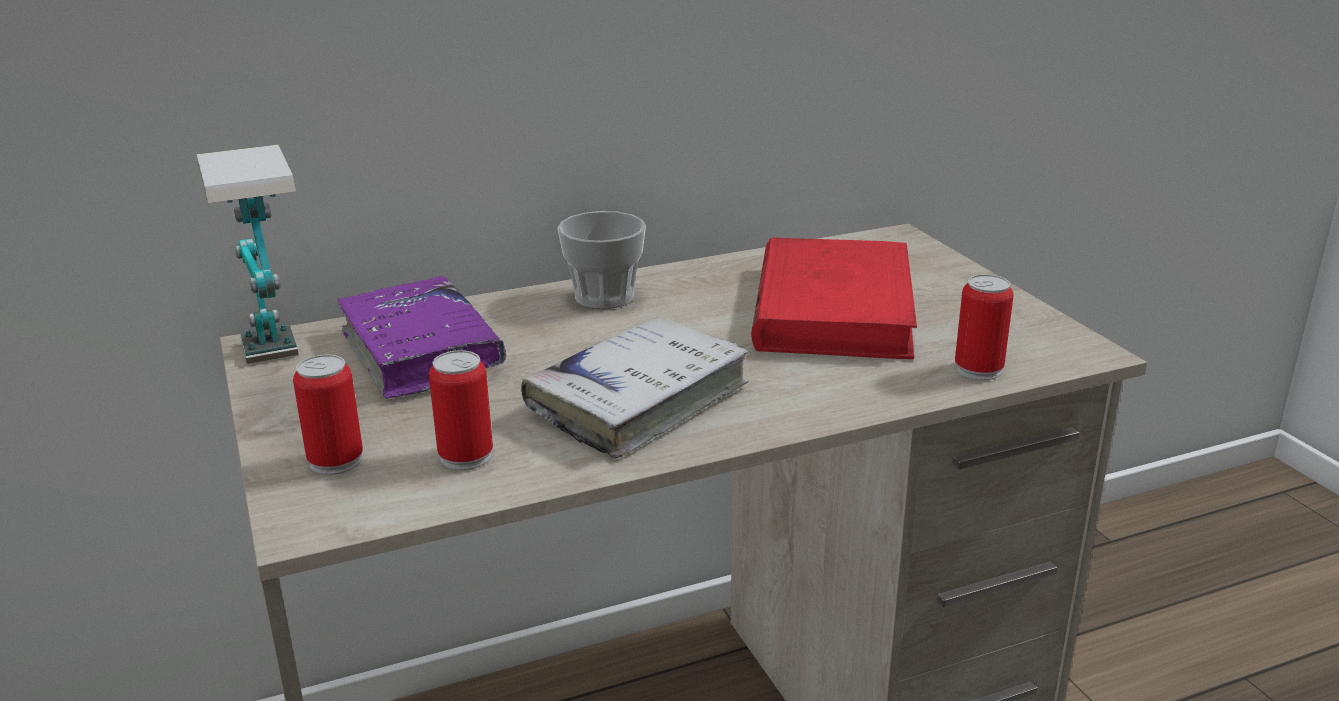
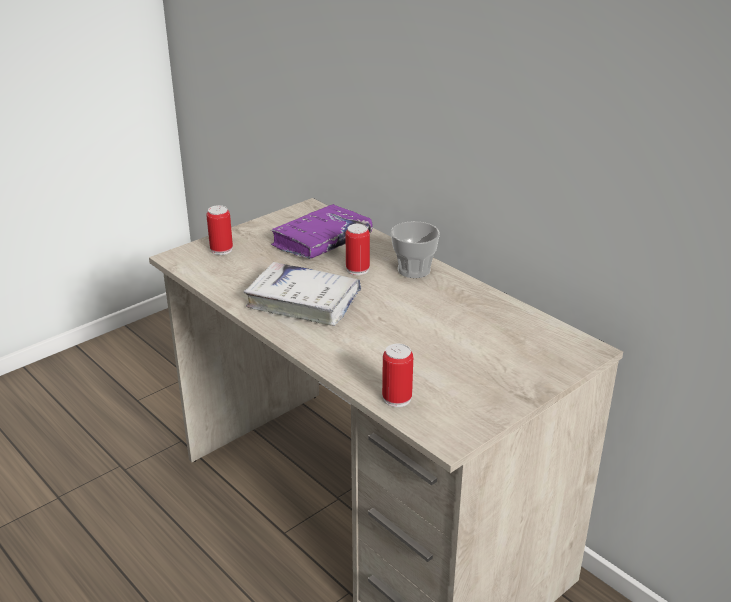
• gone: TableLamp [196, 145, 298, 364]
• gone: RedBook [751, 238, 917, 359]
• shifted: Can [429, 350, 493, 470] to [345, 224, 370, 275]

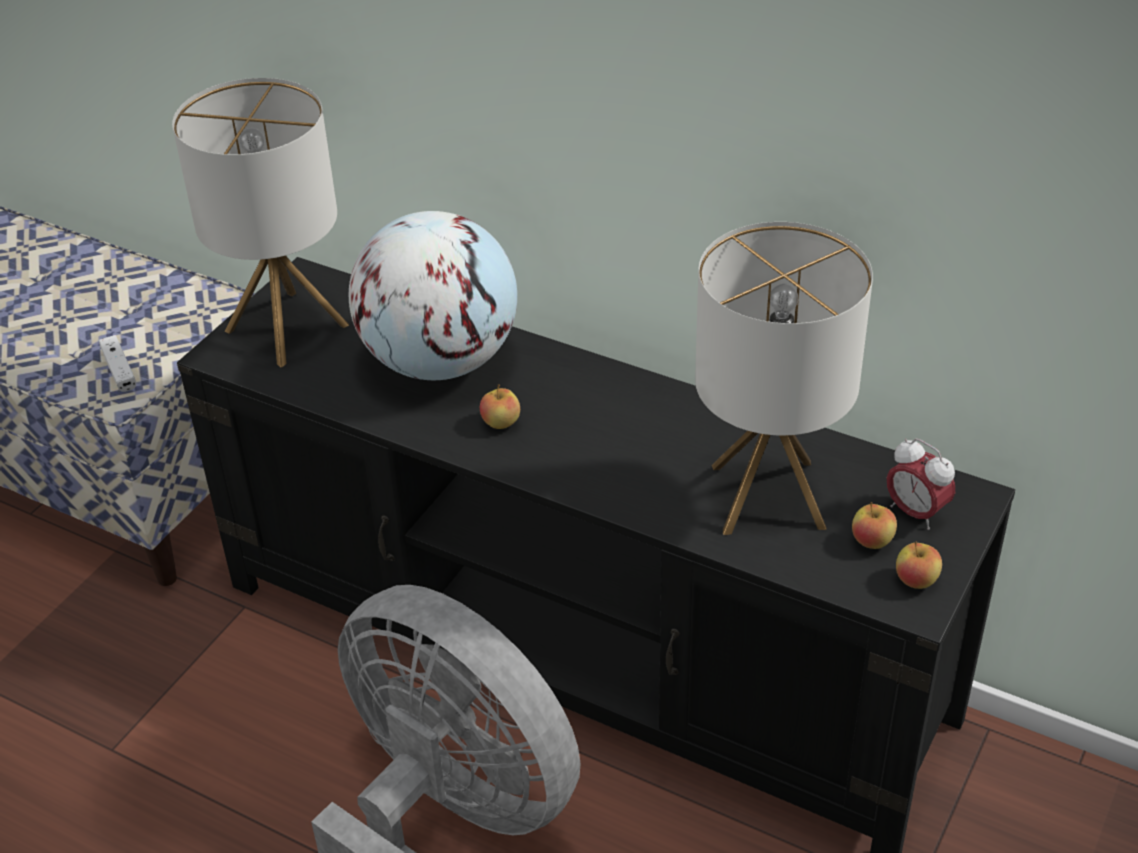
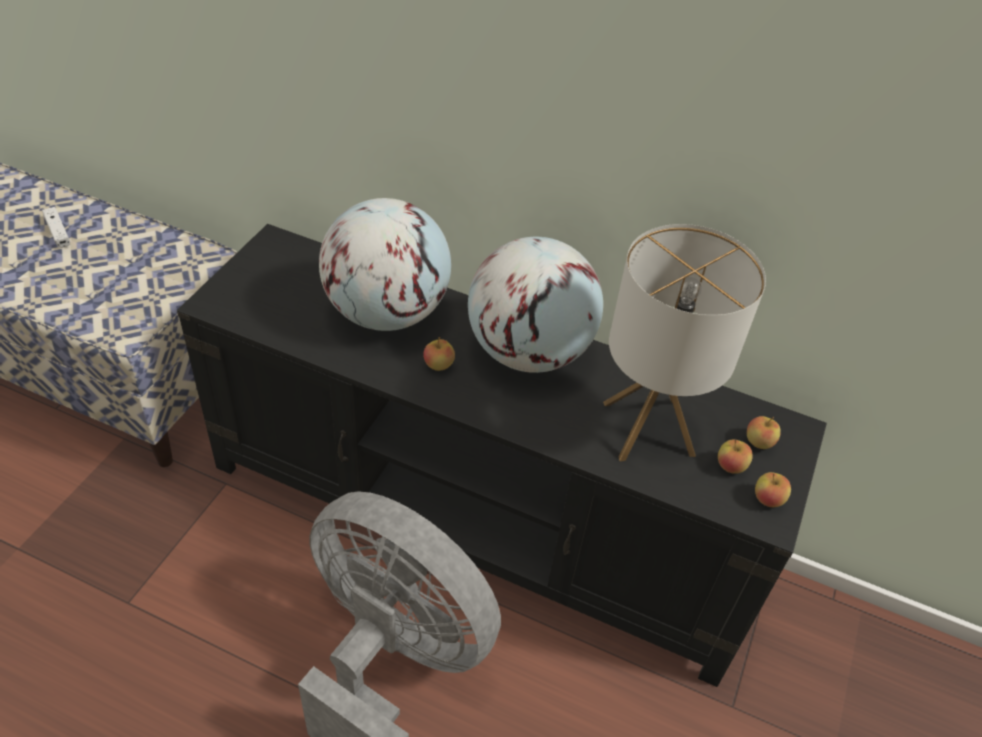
• gone: TableLamp [172, 78, 349, 367]
• new: Globe [468, 237, 603, 373]
• shifted: WhiteGameController [99, 335, 136, 392] to [42, 207, 70, 248]
• swapped: AlarmClock [887, 438, 955, 530] to Apple [747, 416, 781, 449]

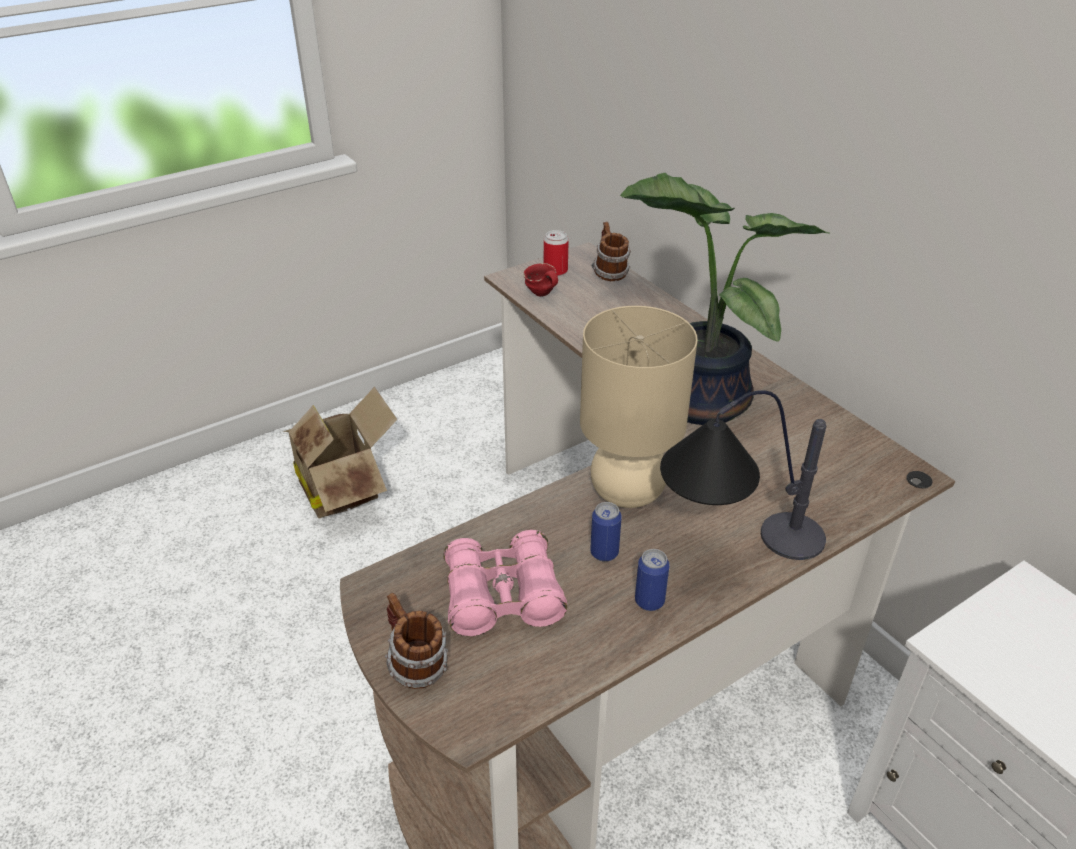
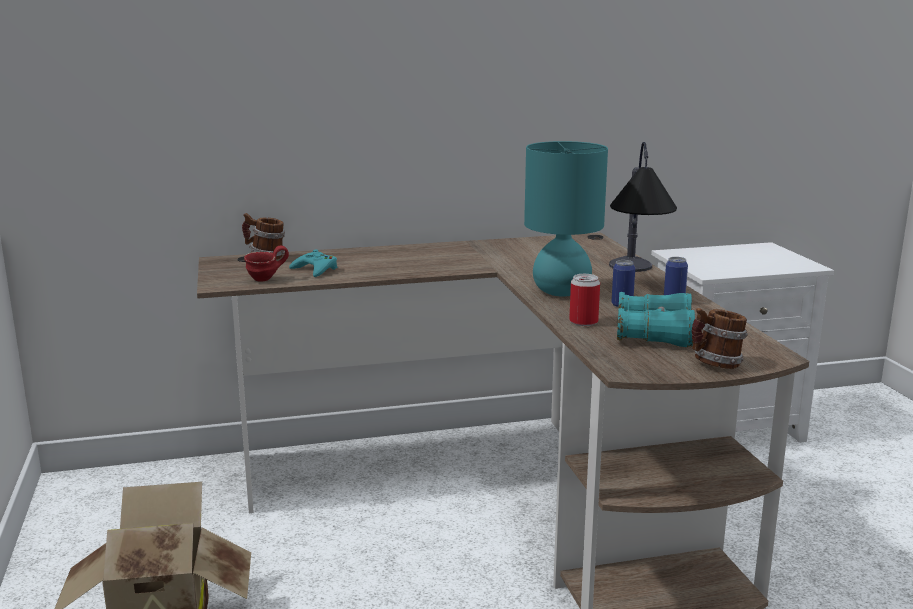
• gone: PottedPlant [620, 173, 829, 425]
• new: TurquoiseGameController [289, 250, 337, 277]
• shifted: Can [544, 230, 569, 276] to [569, 274, 600, 326]
• repainted: PinkBinoculars [443, 530, 567, 636] to TurquoiseBinoculars [617, 292, 695, 347]
• repainted: BeigeTableLamp [580, 306, 698, 508] to TurquoiseTableLamp [524, 141, 608, 297]

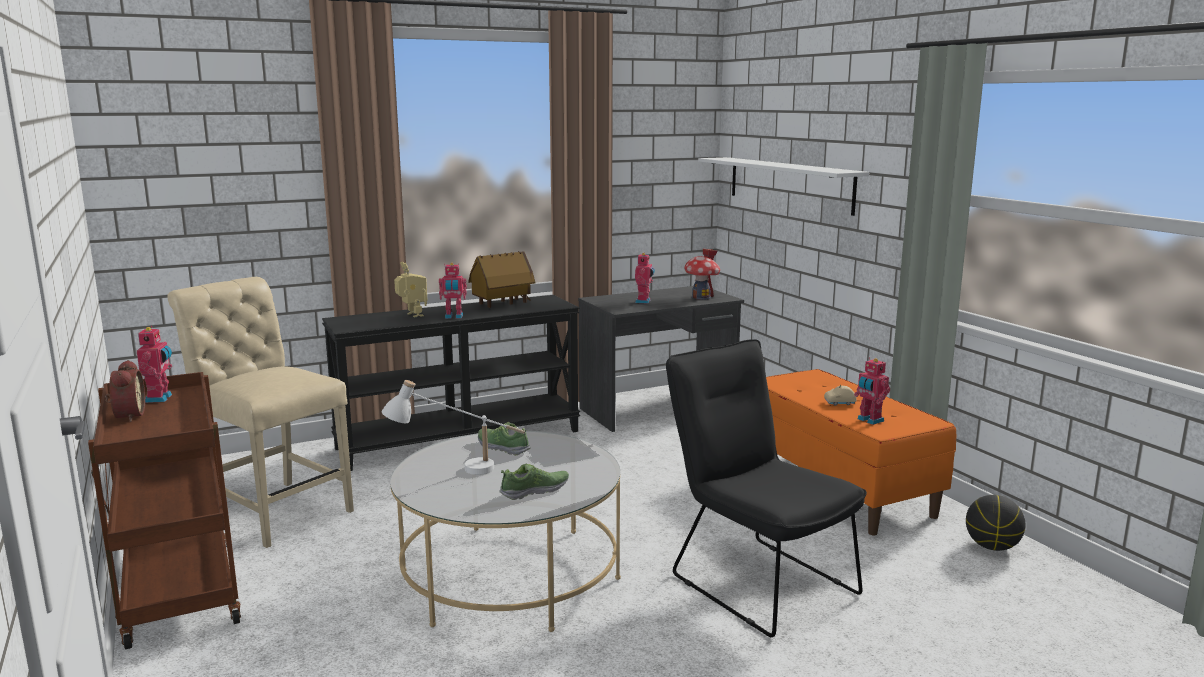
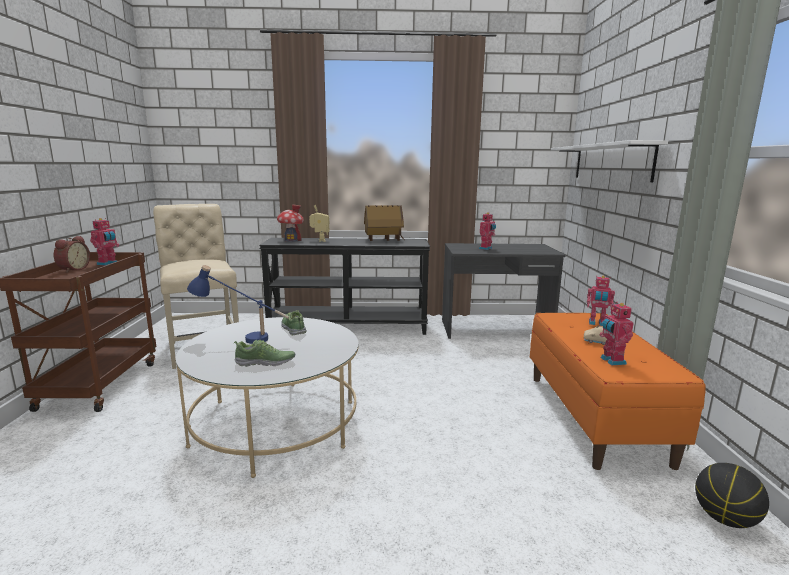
• gone: BlackChair [666, 339, 867, 637]
• shifted: ToyRobot [439, 263, 467, 319] to [587, 276, 615, 326]
• shifted: ToyHouse [684, 249, 720, 300] to [277, 204, 304, 242]
• repainted: WhiteTableLamp [381, 380, 525, 475] to BlueTableLamp [187, 265, 289, 344]

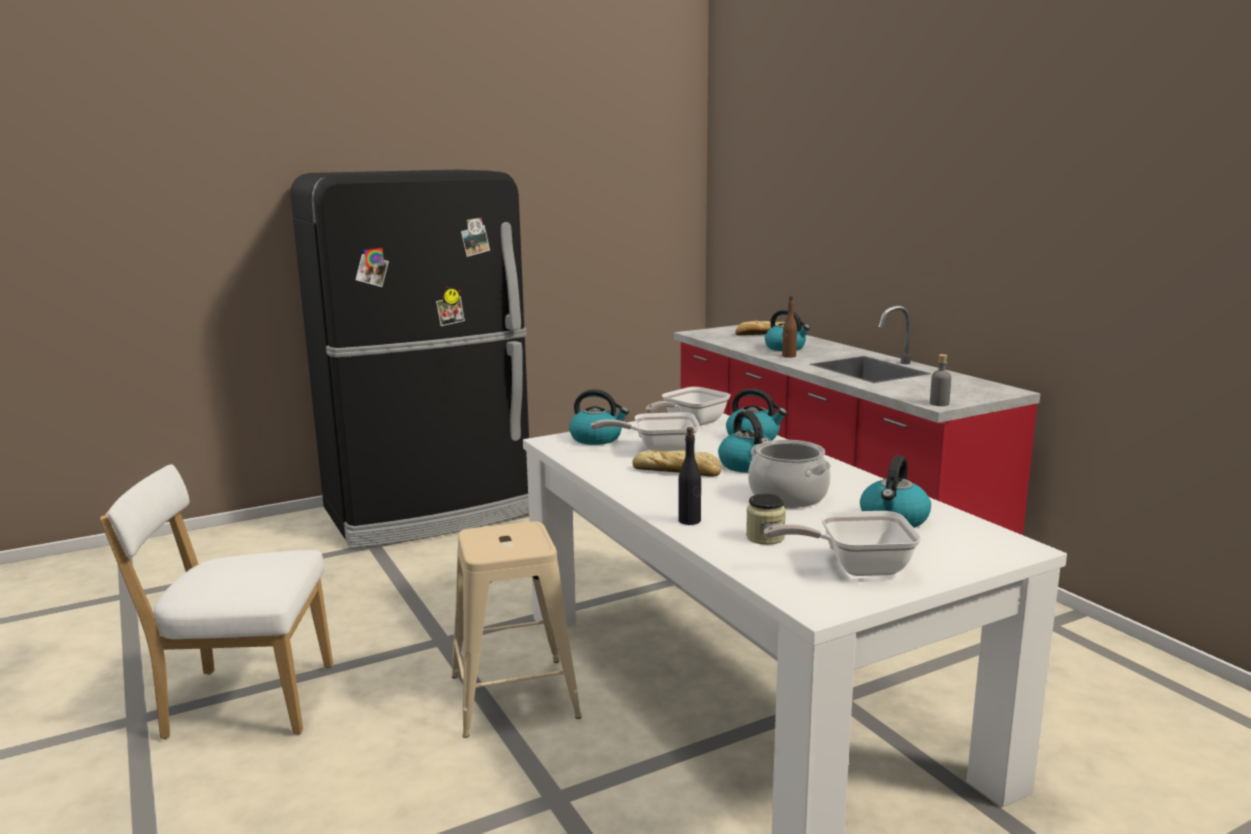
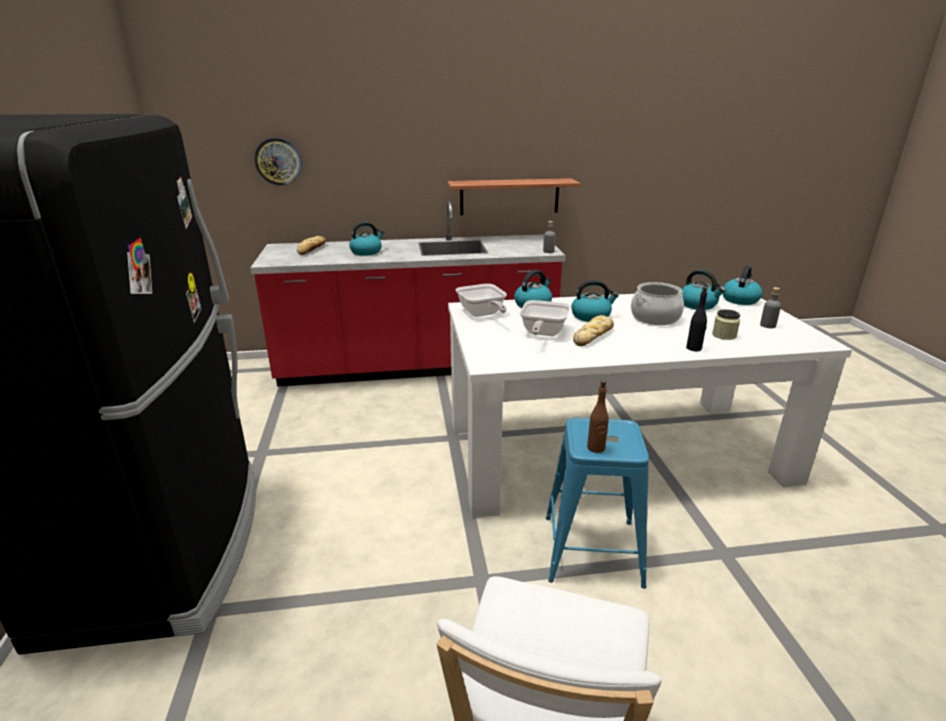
• new: WallClock [254, 138, 302, 186]
• new: Shelf [447, 178, 581, 215]
• shifted: Kettle [569, 389, 629, 445] to [722, 265, 763, 305]
• shifted: BrownBottle [782, 296, 797, 358] to [587, 380, 609, 453]
• swapped: FryingPan [764, 511, 922, 576] to GreyBottle [760, 287, 781, 328]
• repainted: BeigeStool [452, 521, 582, 738] to BlueStool [546, 418, 649, 589]

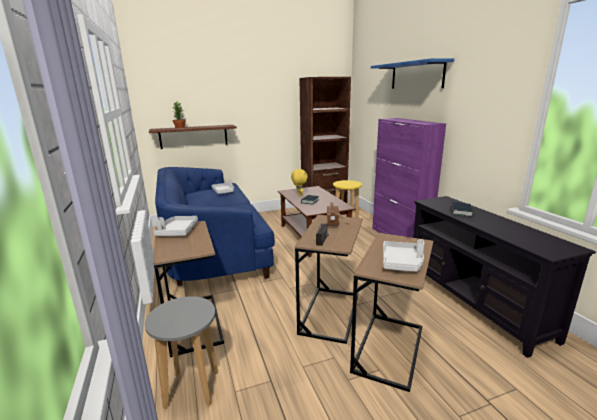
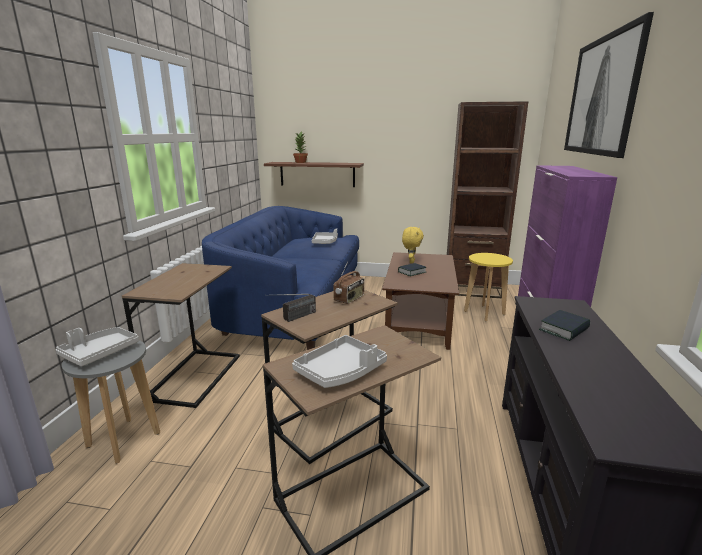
• shifted: GreyTray [154, 216, 198, 236] to [56, 327, 139, 366]
• swapped: BlueShelf [371, 58, 454, 89] to Picture [564, 12, 654, 158]

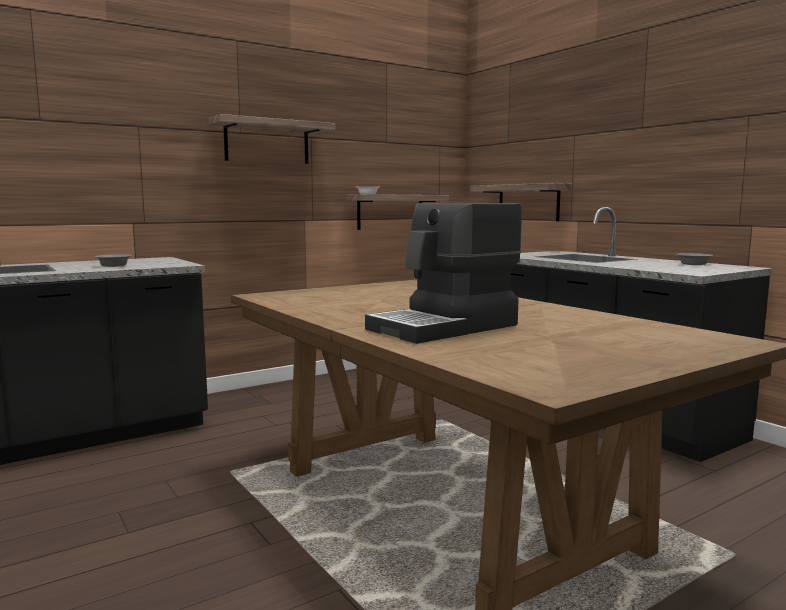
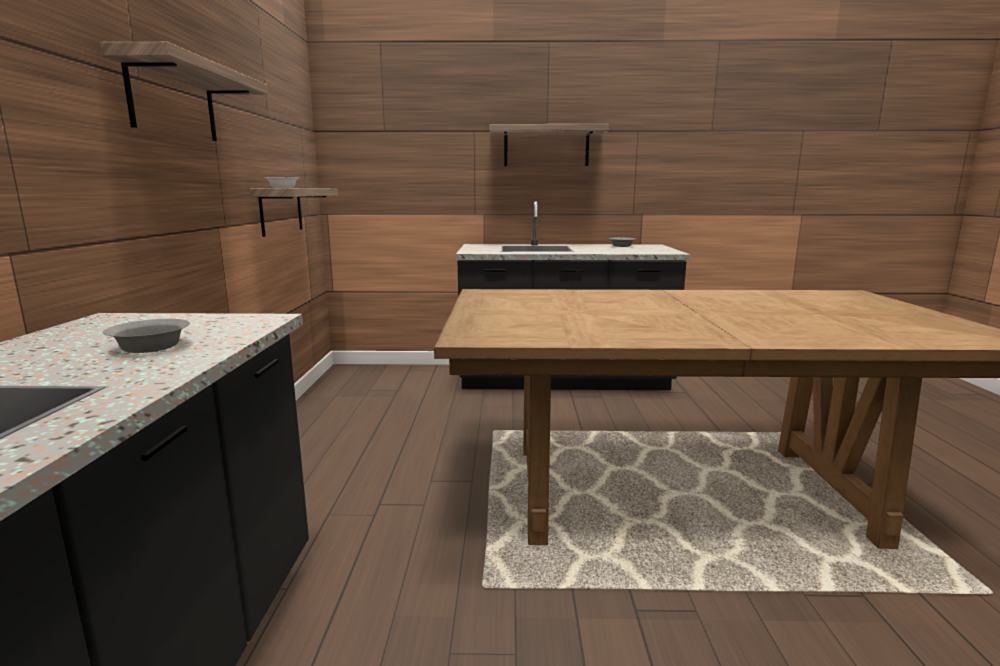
• gone: CoffeeMachine [365, 203, 522, 344]
• shifted: Shelf [470, 183, 572, 221] to [489, 124, 609, 166]

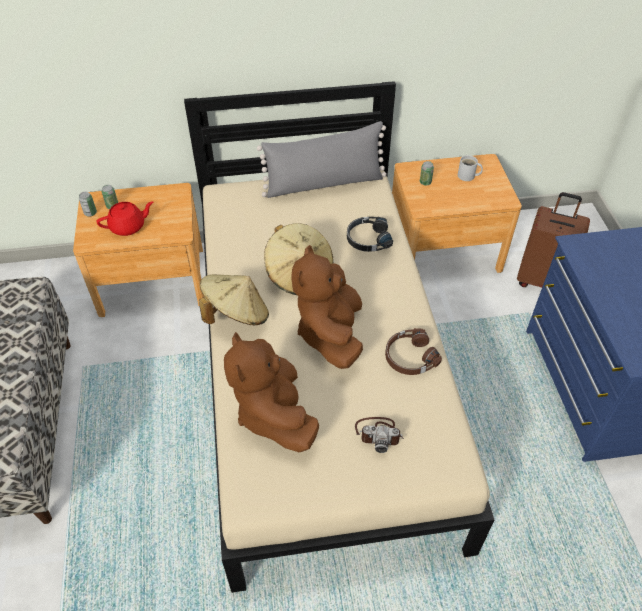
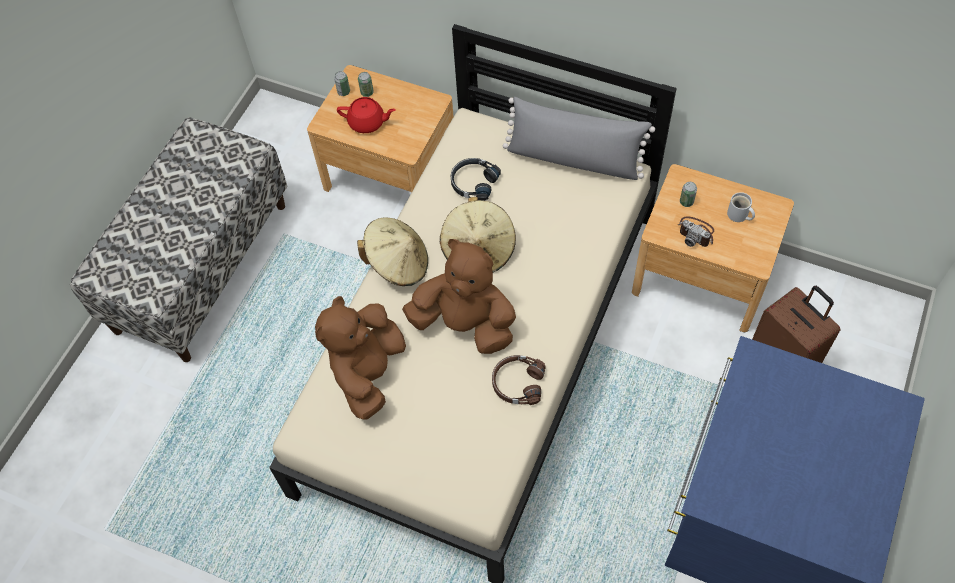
• shifted: BlackHeadphones [347, 217, 393, 252] to [451, 158, 501, 201]
• shifted: PhotoCamera [355, 417, 404, 453] to [677, 216, 714, 247]
• rotated: BrownPlushToy [291, 245, 363, 369] = [402, 239, 516, 354] 75 degrees clockwise

